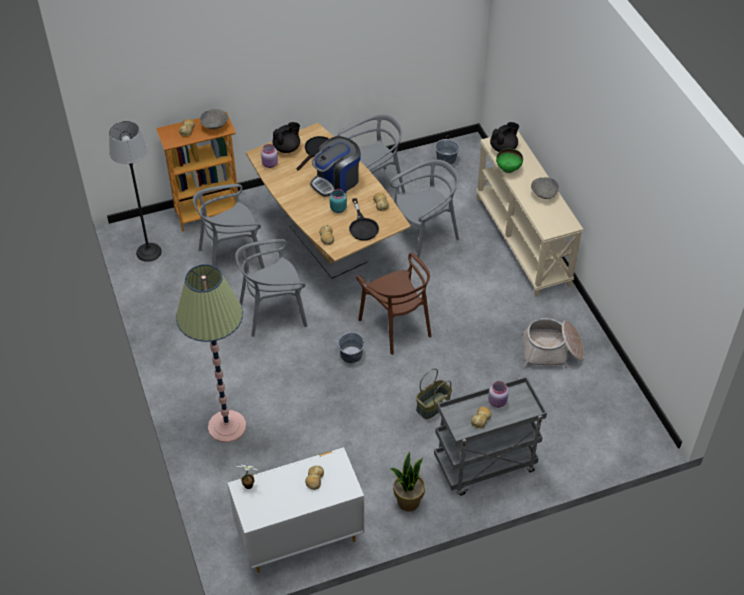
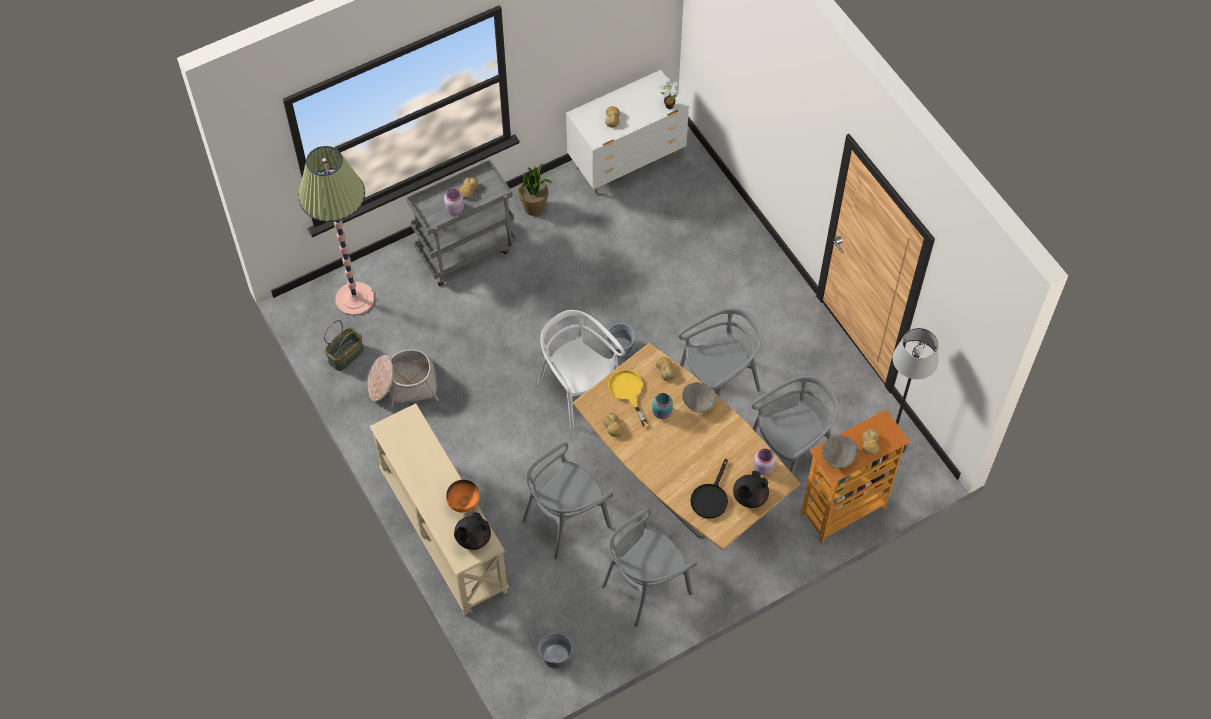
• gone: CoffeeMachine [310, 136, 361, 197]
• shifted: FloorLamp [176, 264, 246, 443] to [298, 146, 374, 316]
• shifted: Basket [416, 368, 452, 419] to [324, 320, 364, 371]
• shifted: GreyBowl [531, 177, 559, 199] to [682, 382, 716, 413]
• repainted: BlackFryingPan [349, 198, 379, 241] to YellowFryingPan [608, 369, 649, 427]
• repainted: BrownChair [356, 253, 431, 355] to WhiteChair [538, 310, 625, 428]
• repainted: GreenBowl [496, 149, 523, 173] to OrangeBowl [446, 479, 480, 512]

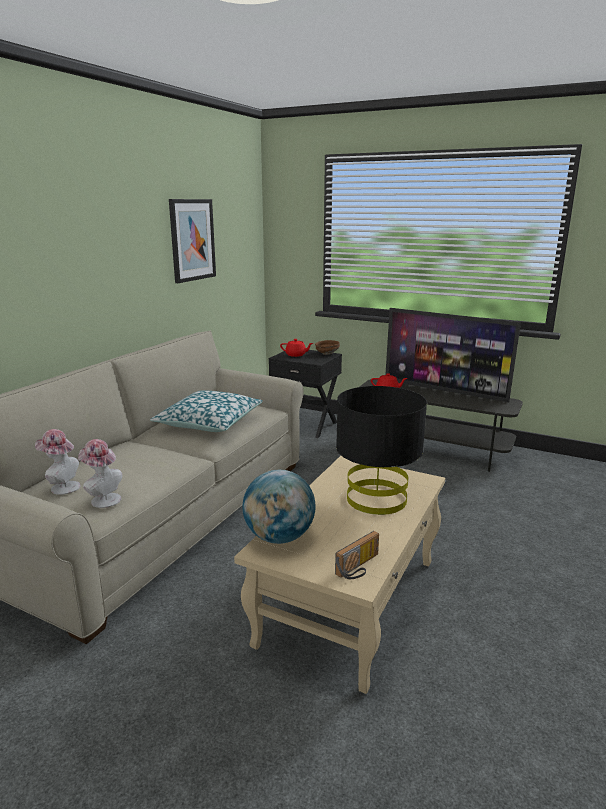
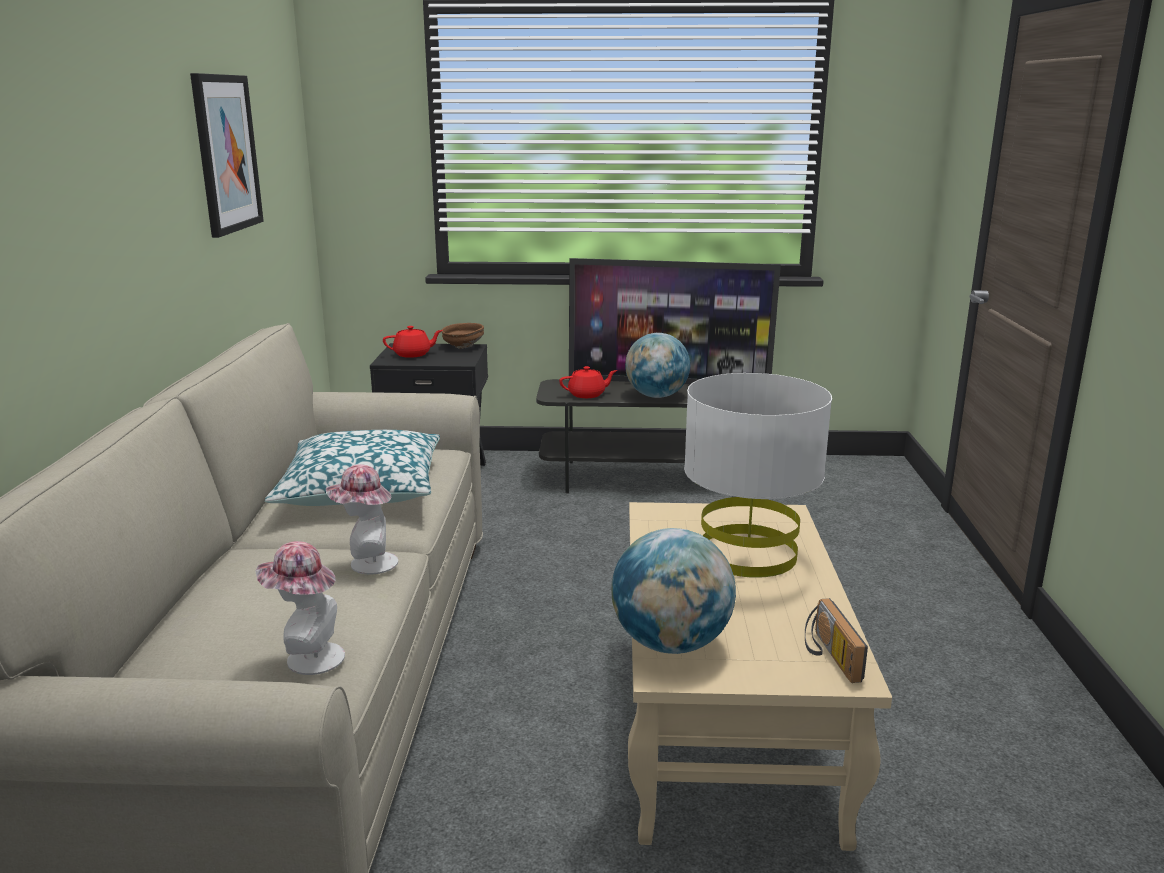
• new: Globe [625, 333, 690, 398]
• shifted: Hat [35, 429, 81, 495] to [326, 464, 398, 575]
• repainted: BlackTableLamp [336, 386, 427, 515] to WhiteTableLamp [684, 373, 832, 578]
• rotated: Radio [335, 531, 379, 579] = [805, 598, 868, 683] 150 degrees clockwise

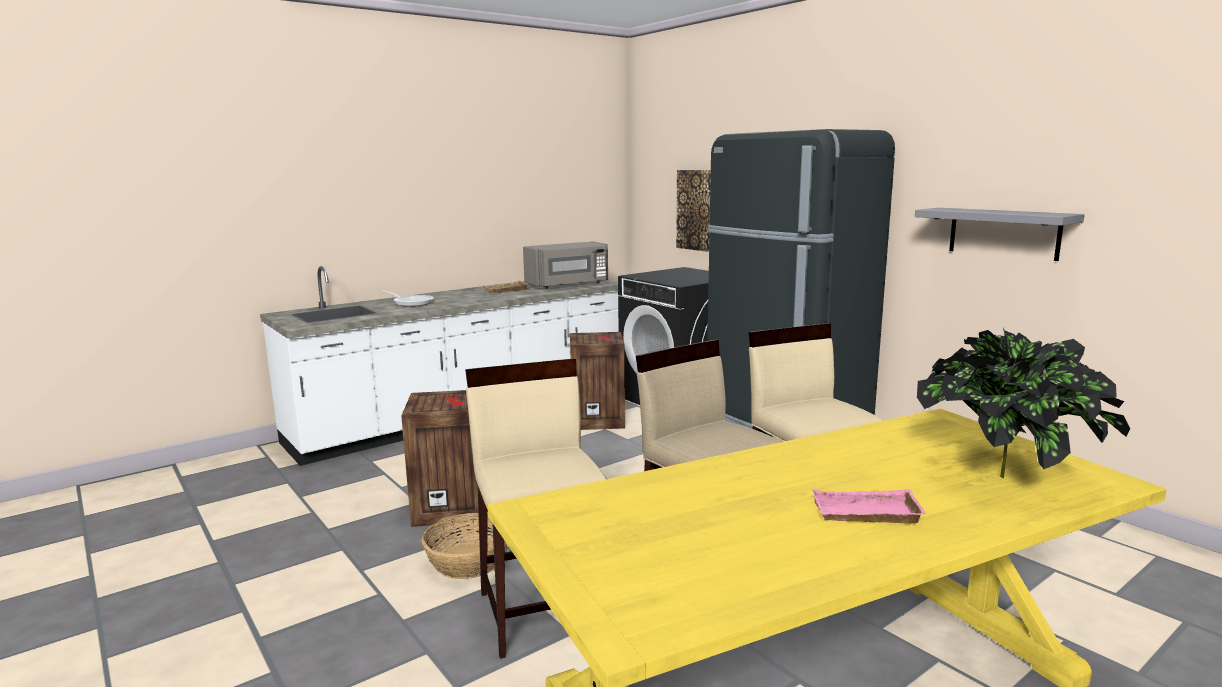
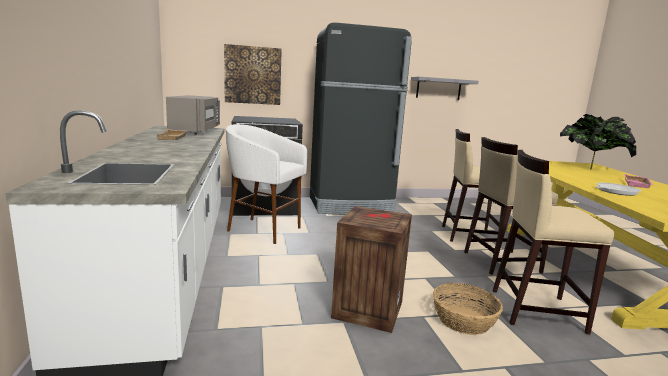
• shifted: FryingPan [381, 290, 434, 307] to [595, 183, 641, 196]
• swapped: Crate [570, 332, 625, 430] to WhiteStool [226, 124, 307, 244]

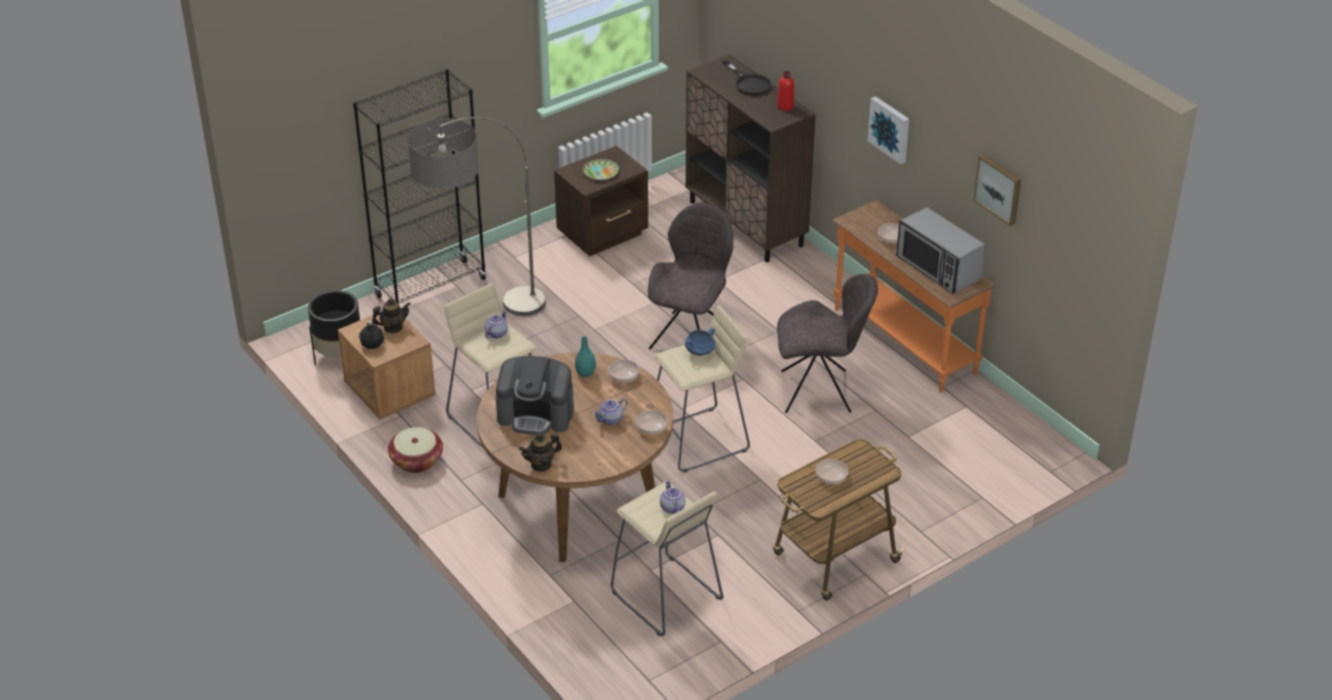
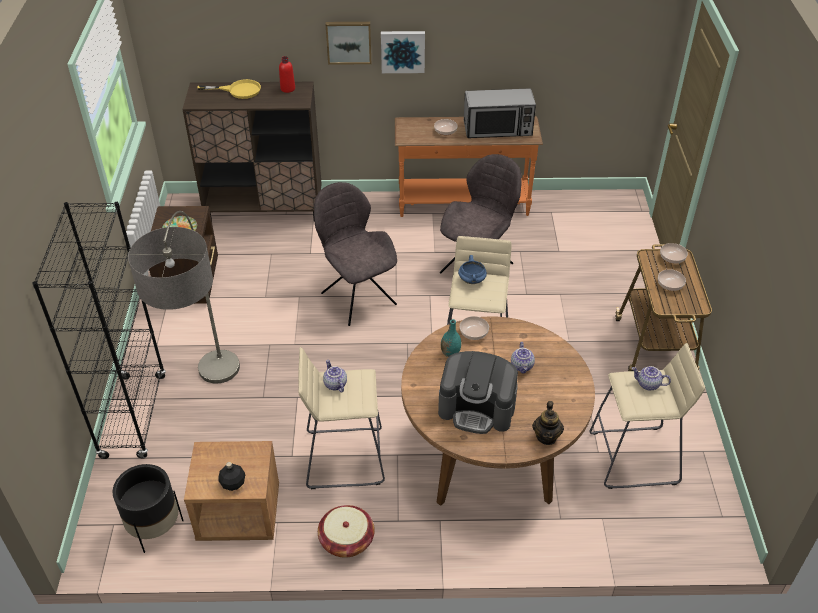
• gone: Teapot [372, 298, 411, 333]
• shifted: Bowl [636, 410, 668, 435] to [660, 243, 688, 264]
• shifted: Picture [973, 154, 1021, 226] to [326, 22, 372, 65]
• repainted: BlackFryingPan [722, 60, 771, 96] to YellowFryingPan [197, 79, 261, 99]
• rotated: CoffeeMachine [496, 356, 574, 435] = [438, 351, 518, 434] 60 degrees clockwise

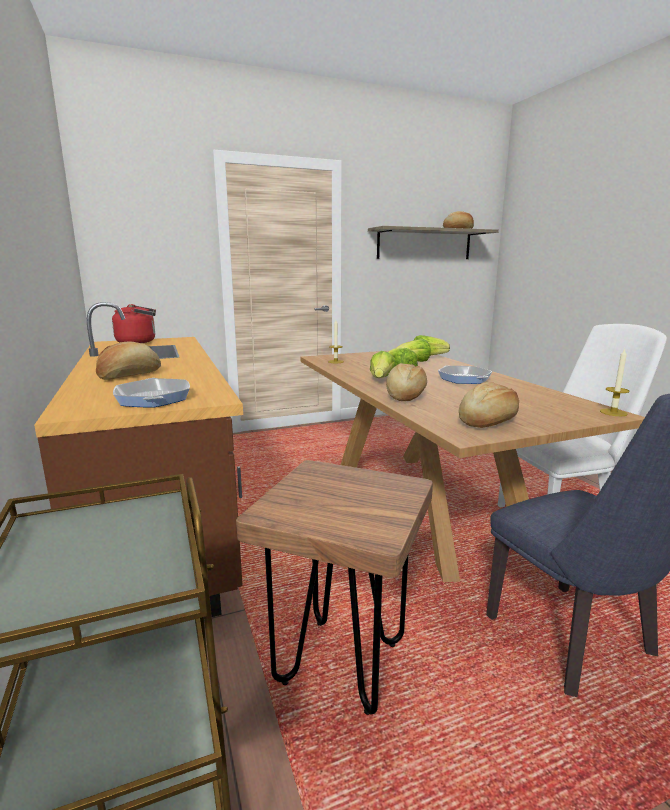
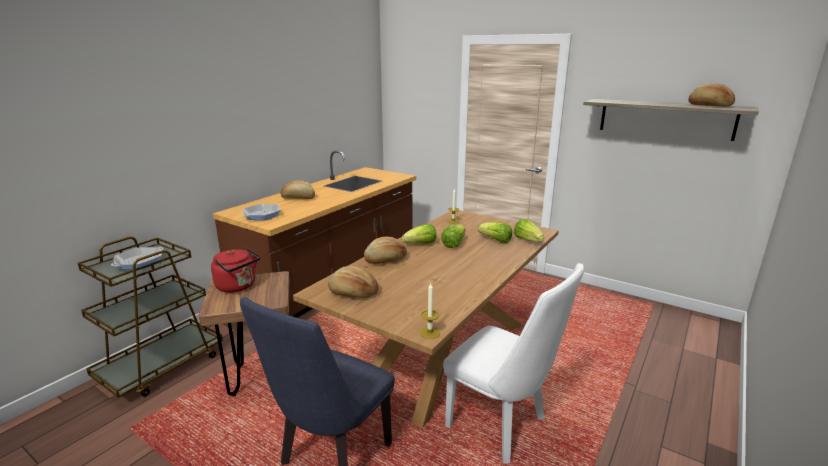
• shifted: RedKettle [112, 304, 156, 343] to [211, 247, 261, 293]
• shifted: FryingPan [438, 365, 492, 384] to [111, 247, 164, 270]

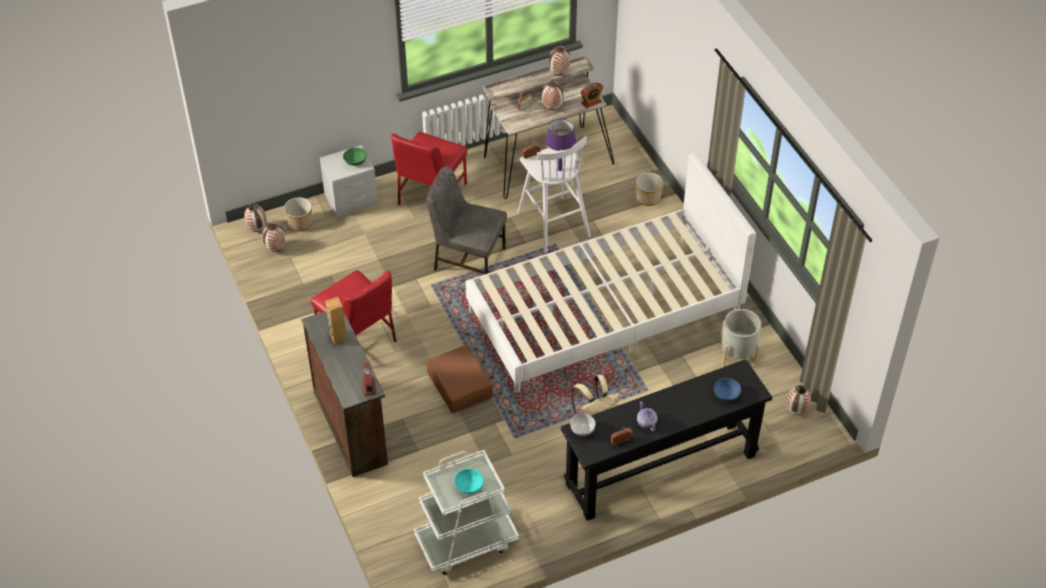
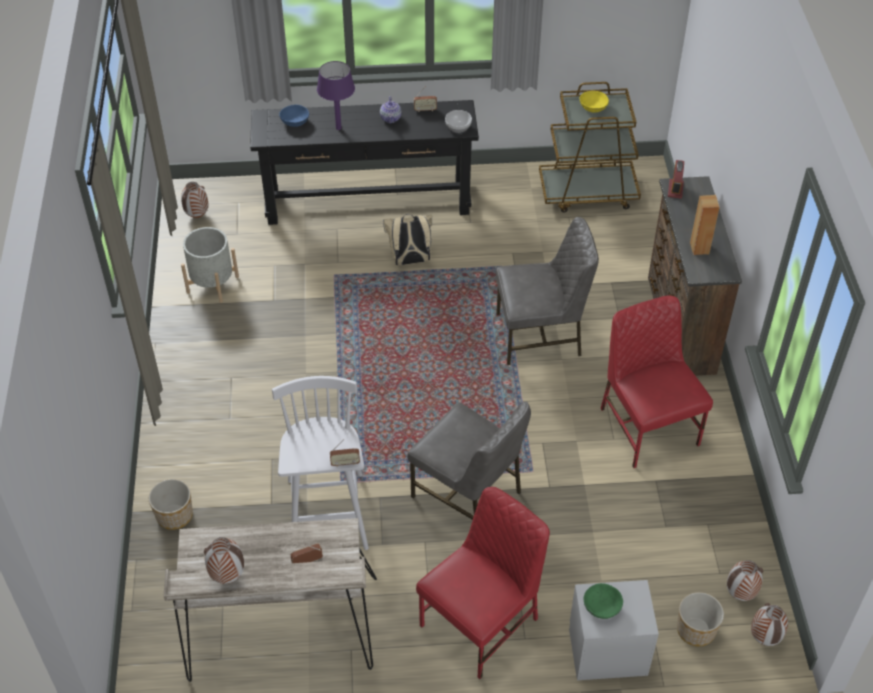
• gone: WhiteBed [465, 153, 756, 393]
• gone: Vase [542, 80, 563, 110]
• gone: AlarmClock [581, 83, 603, 108]
• shifted: PurpleTableLamp [545, 119, 576, 171] to [317, 61, 355, 130]
• swapped: BrownSuitcase [426, 345, 493, 413] to GreyChair [496, 217, 599, 365]
• repainted: WhiteCart [414, 450, 519, 575] to BrownCart [539, 82, 641, 212]
• repainted: TurquoiseBowl [455, 469, 483, 494] to YellowBowl [580, 91, 609, 113]

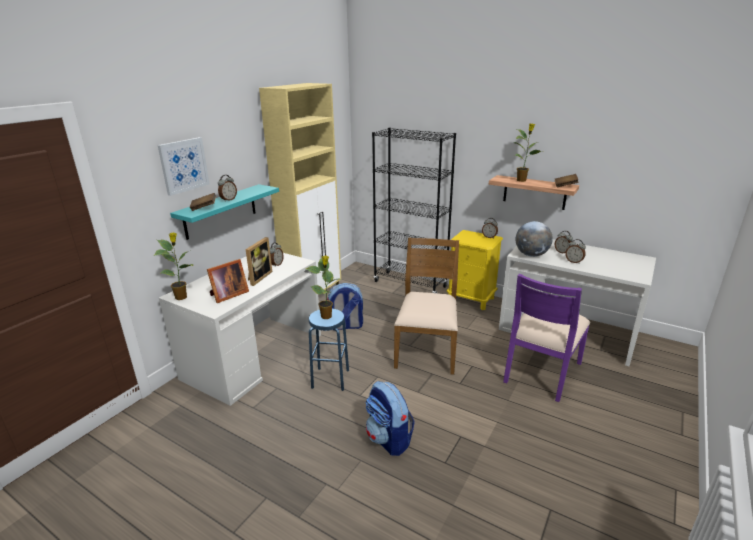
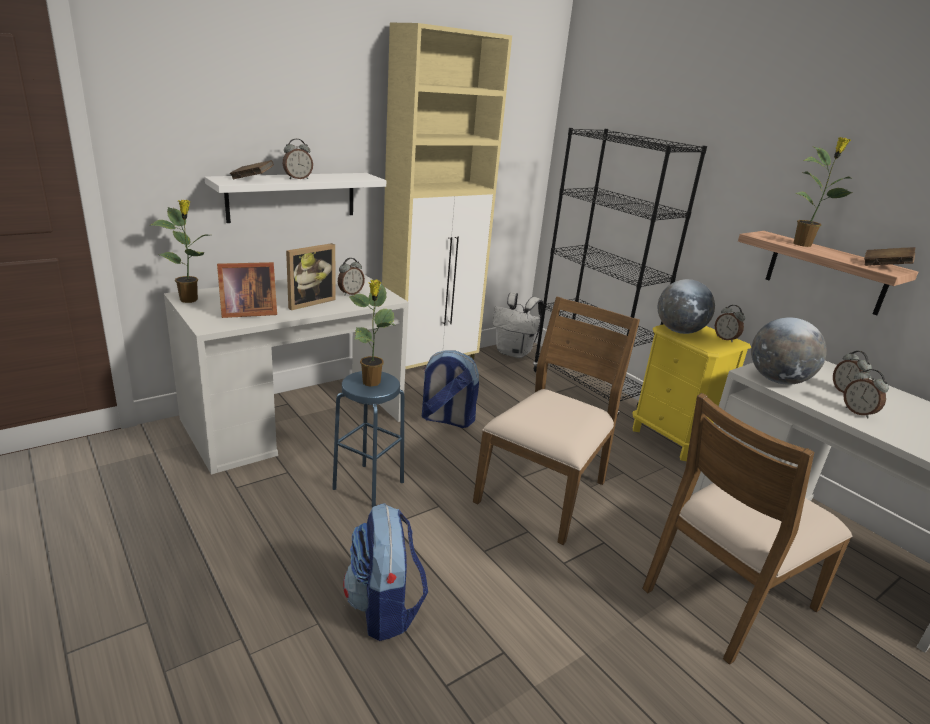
• gone: Picture [158, 137, 209, 196]
• new: WhiteBackpack [492, 292, 543, 358]
• new: Globe [658, 279, 715, 334]
• repainted: TurquoiseShelf [170, 184, 279, 240] to WhiteShelf [205, 173, 386, 223]
• repainted: PurpleChair [503, 274, 590, 402] to BrownChair [642, 393, 852, 665]

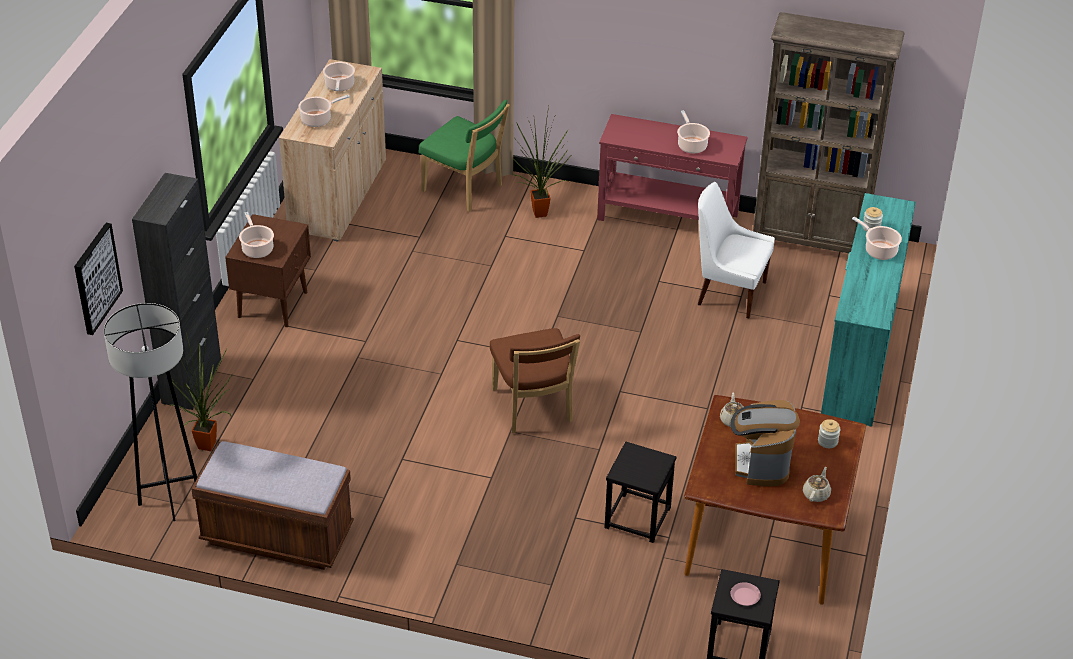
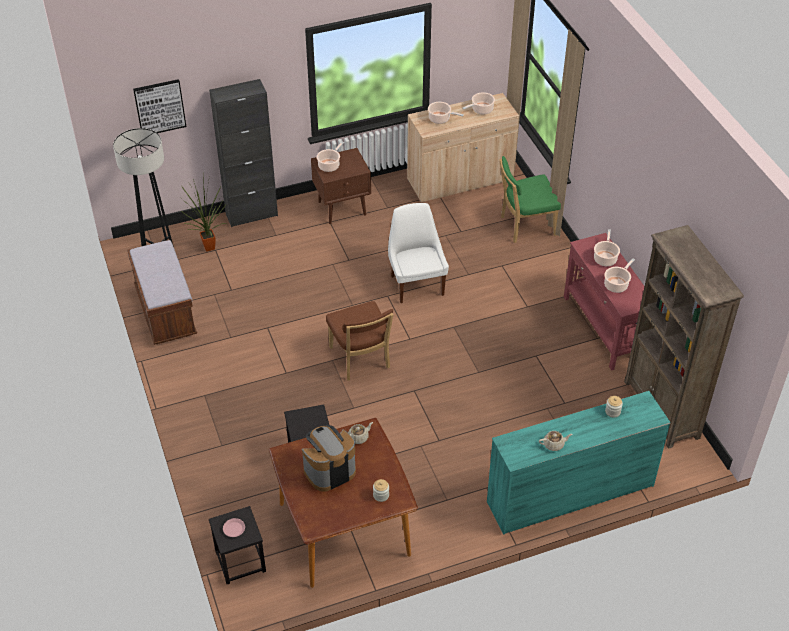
• gone: PottedPlant [512, 106, 571, 218]
• shifted: WhiteChair [698, 182, 775, 318] to [388, 203, 449, 303]
• shifted: BeigeTeapot [803, 467, 831, 502] to [539, 431, 572, 451]
• shifted: CookingPot [852, 217, 902, 260] to [594, 229, 620, 266]
• rotated: GreenChair [419, 100, 510, 212] = [499, 156, 561, 243] 75 degrees clockwise
• rotated: BrownChair [490, 328, 580, 433] = [326, 301, 394, 381] 60 degrees counterclockwise

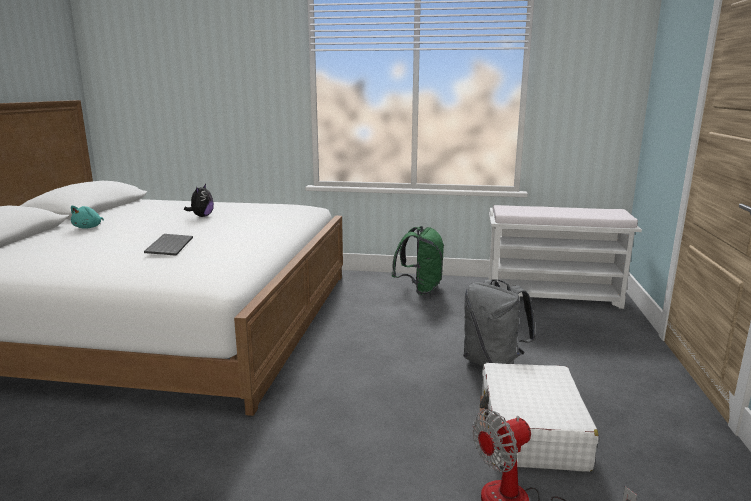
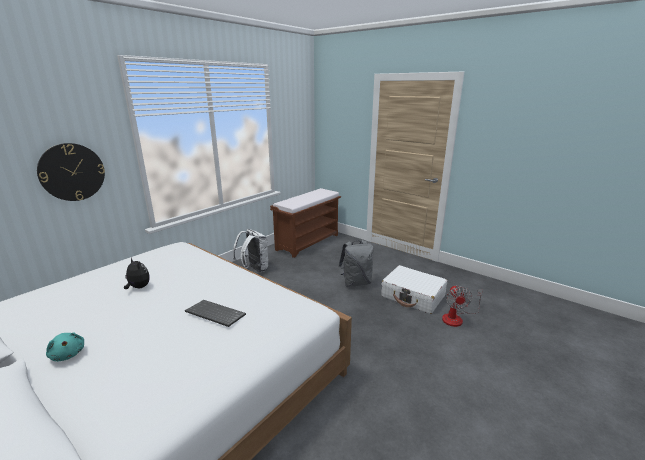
• new: WallClock [37, 143, 105, 201]
• repainted: GreenBackpack [392, 226, 445, 295] to WhiteBackpack [233, 229, 268, 272]
• repainted: WhiteBench [488, 205, 642, 309] to BrownBench [270, 188, 341, 258]

